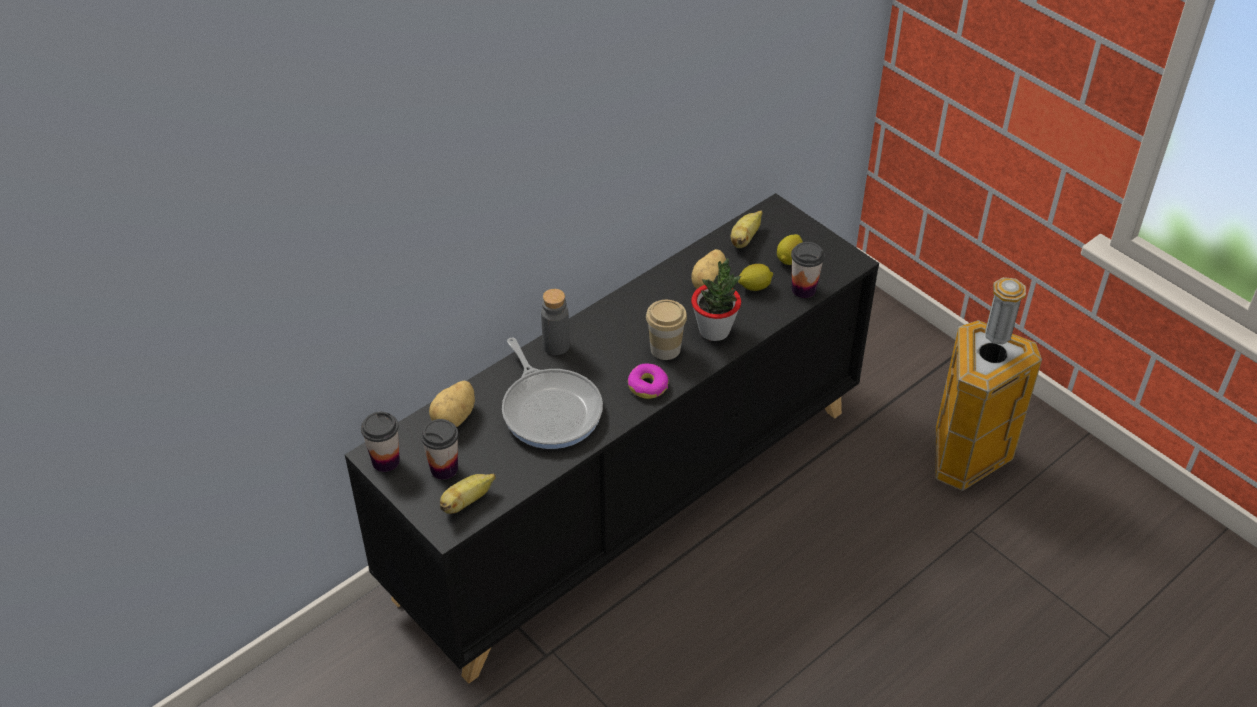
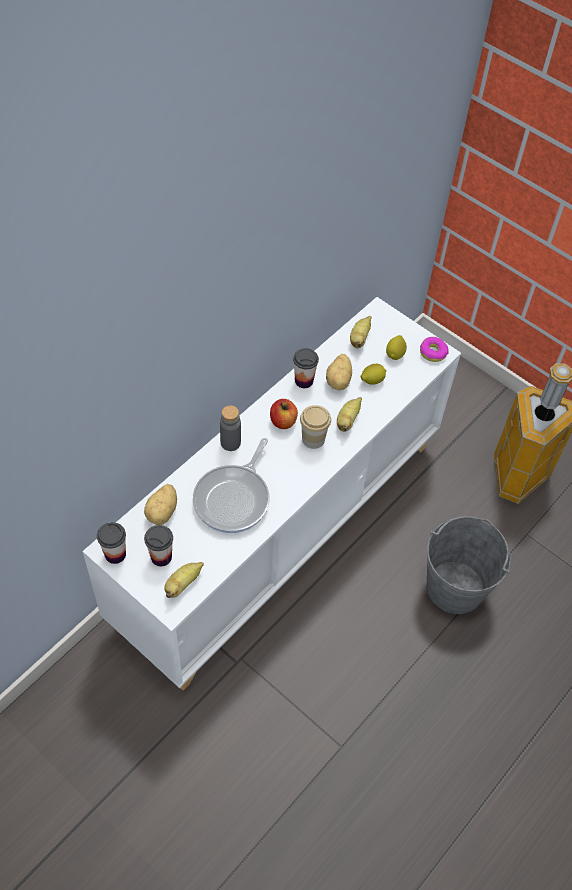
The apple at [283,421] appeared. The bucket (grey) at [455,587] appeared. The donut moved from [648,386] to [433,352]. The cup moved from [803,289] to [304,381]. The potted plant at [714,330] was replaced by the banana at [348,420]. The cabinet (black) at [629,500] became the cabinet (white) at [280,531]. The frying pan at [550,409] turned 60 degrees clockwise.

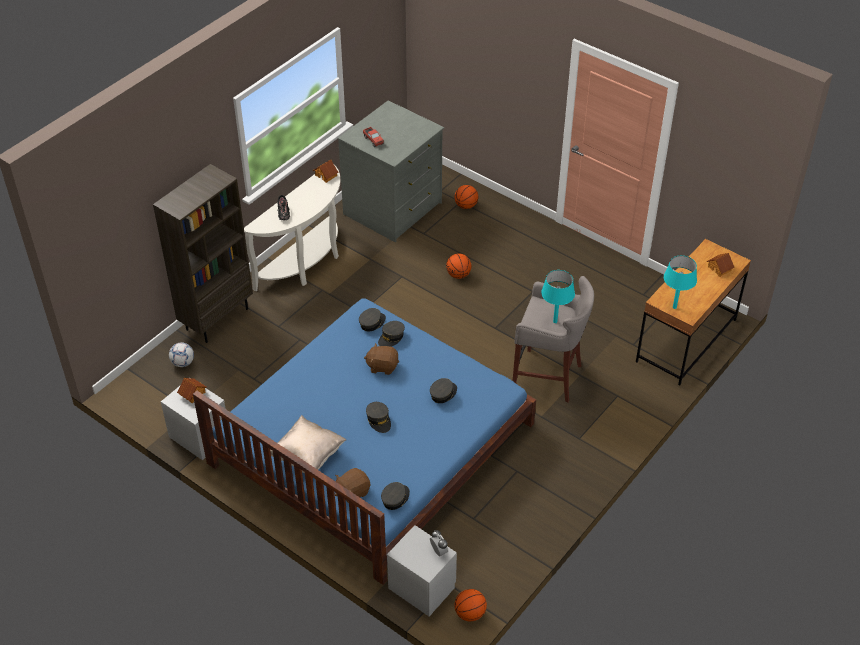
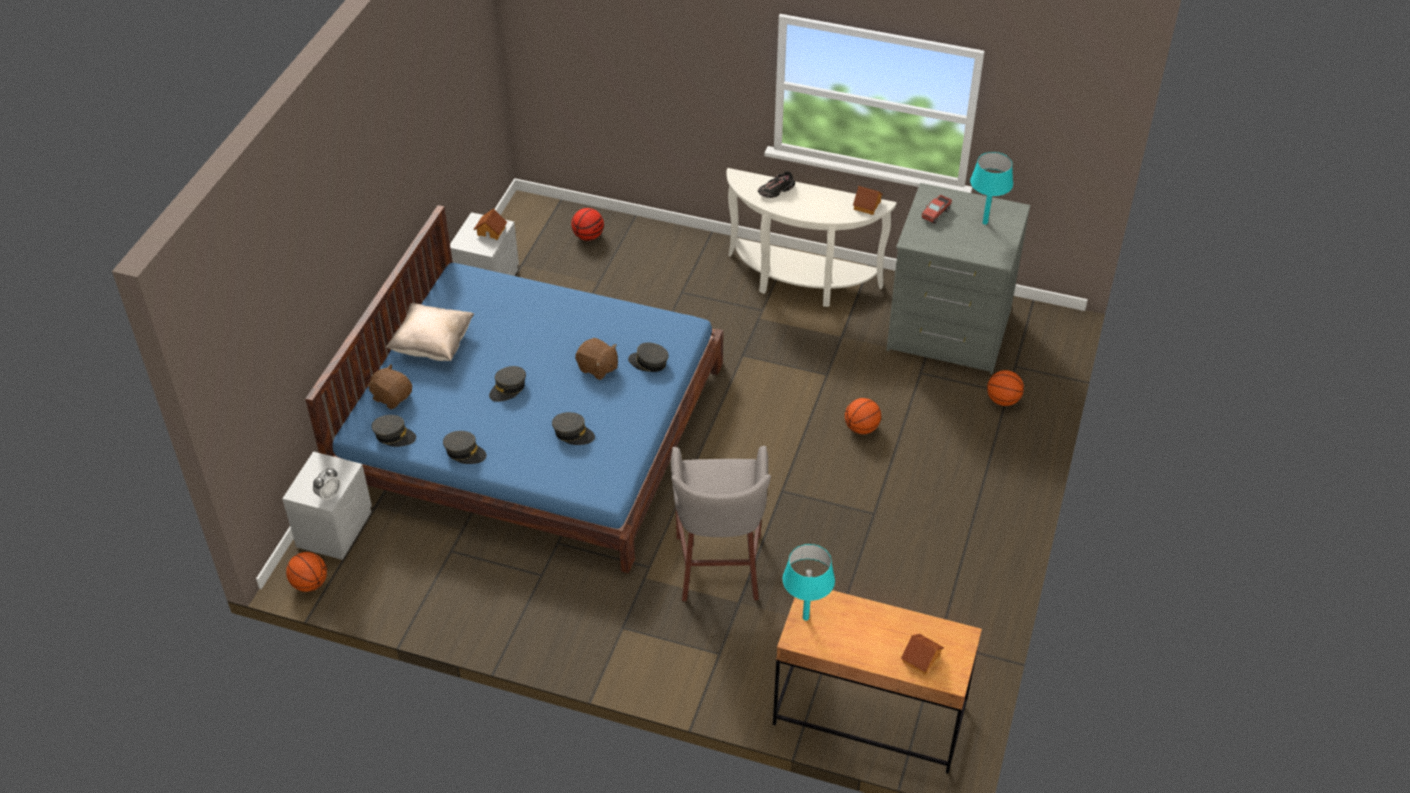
The bookcase (brown) at [217,318] disappeared. The cap (grey) moved from [372,323] to [465,452]. The table lamp (turquoise) moved from [555,321] to [985,222]. The football at [183,363] was replaced by the basketball at [588,236]. The plush toy (brown) at [382,366] turned 135 degrees clockwise.

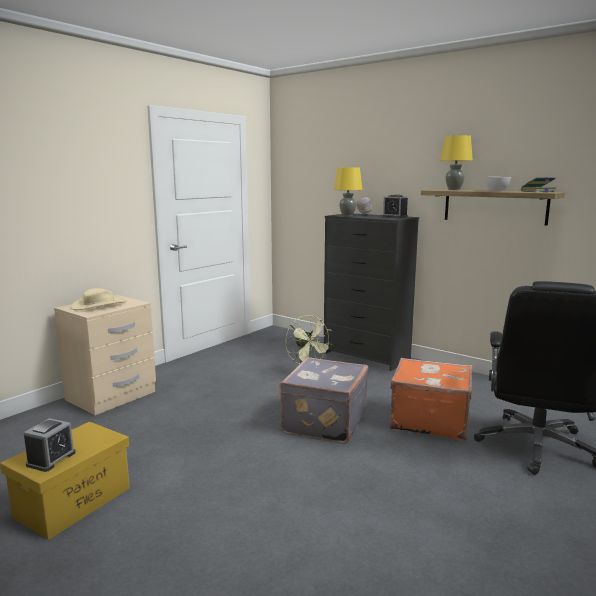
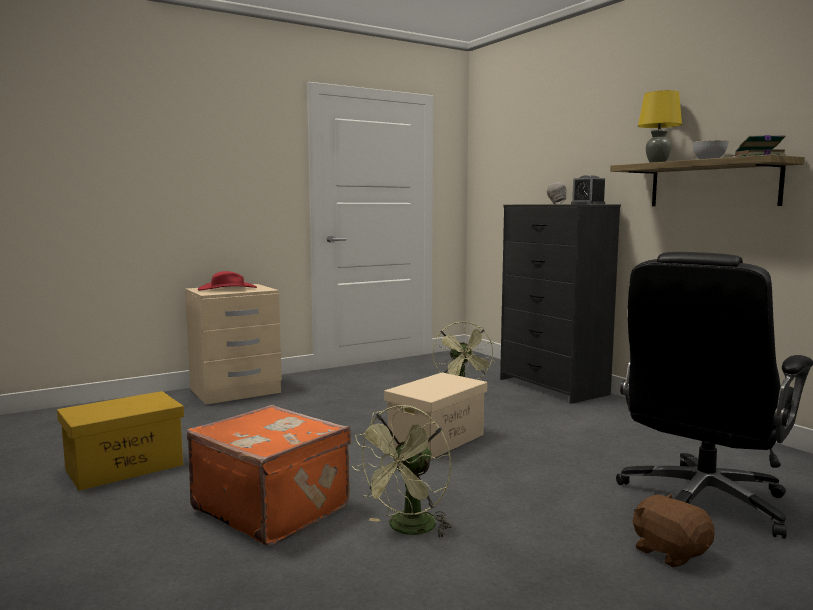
The alarm clock at [51,459] disappeared. The table lamp (yellow) at [347,216] disappeared. The fan (green) at [407,529] appeared. The plush toy (brown) at [670,552] appeared. The suitcase (orange) moved from [429,420] to [273,507]. The suitcase (grey) at [323,422] was replaced by the storage box (beige) at [436,440]. The hat (beige) at [99,305] became the hat (red) at [227,289].

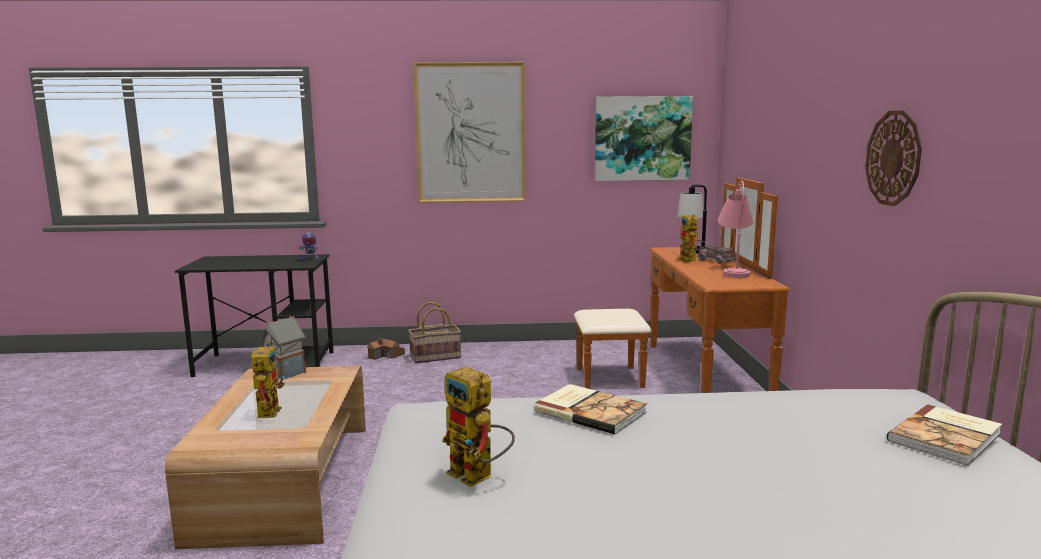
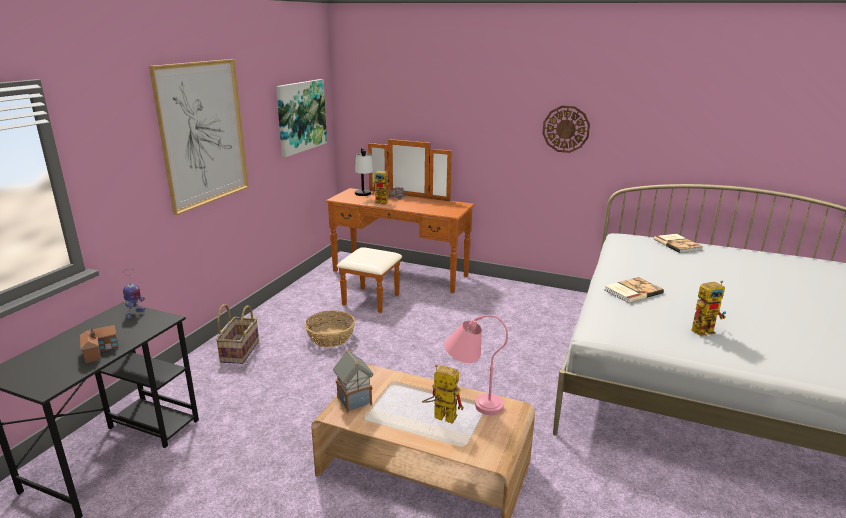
The basket at [331,337] appeared. The toy house moved from [386,355] to [101,349]. The table lamp (pink) moved from [734,271] to [472,399].

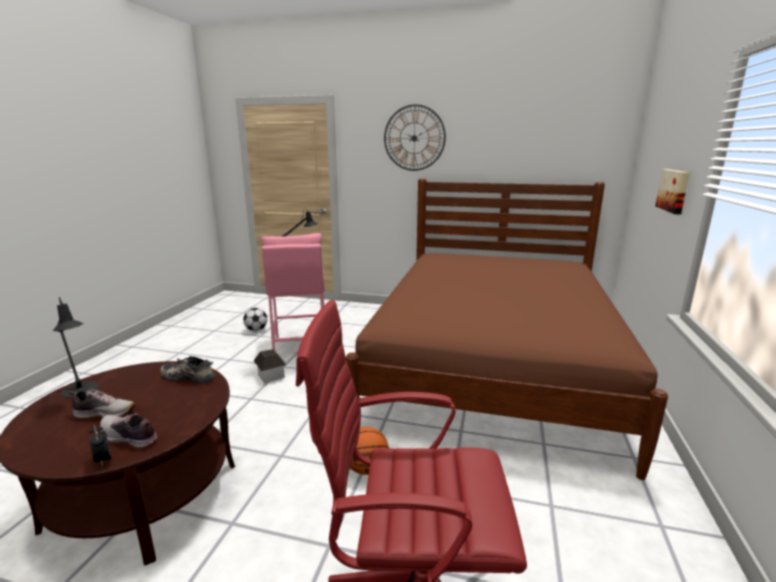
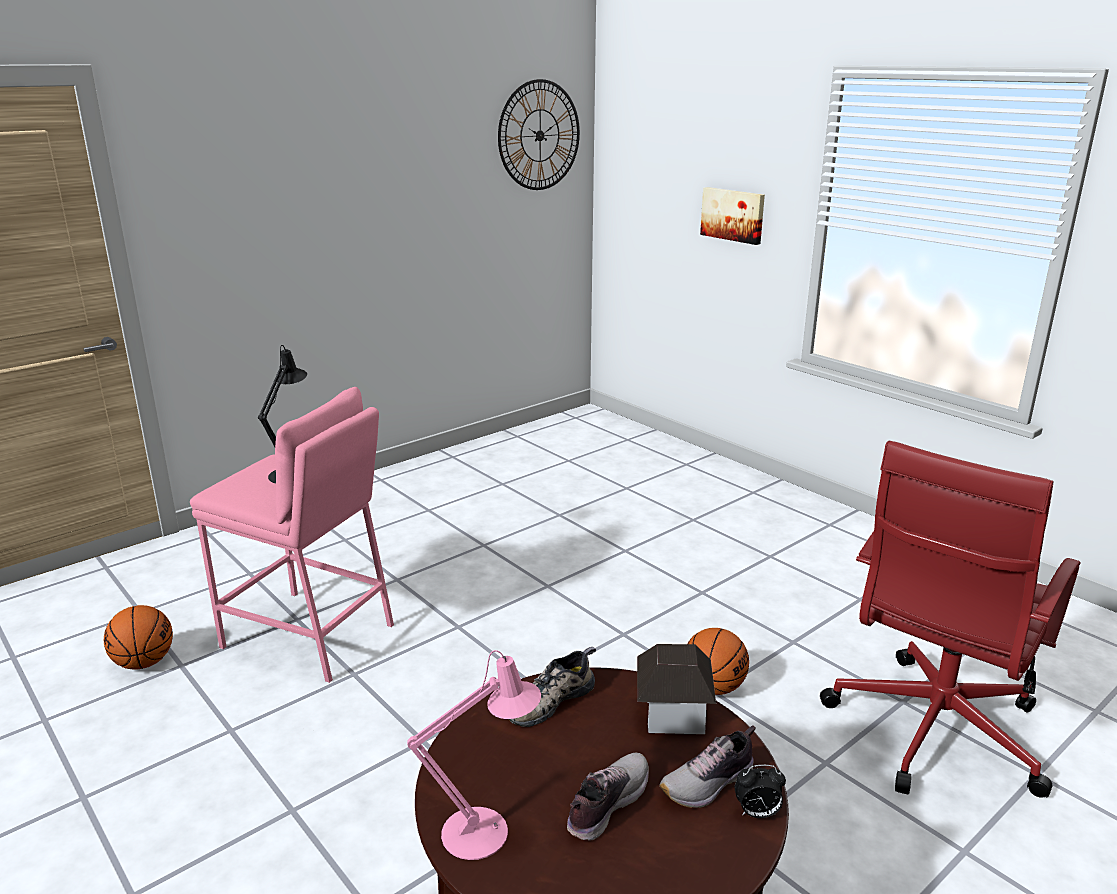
The bed (brown) at [492,366] disappeared. The toy house moved from [271,376] to [673,713]. The wall clock moved from [414,138] to [539,135]. The football at [256,330] was replaced by the basketball at [144,662]. The table lamp (black) at [81,391] became the table lamp (pink) at [485,831].

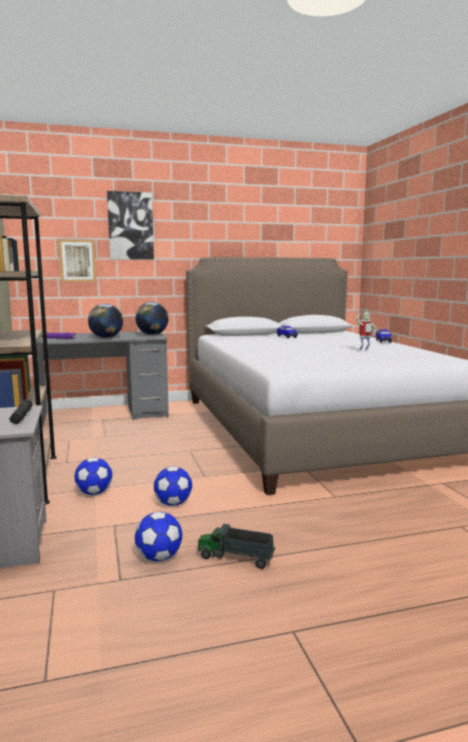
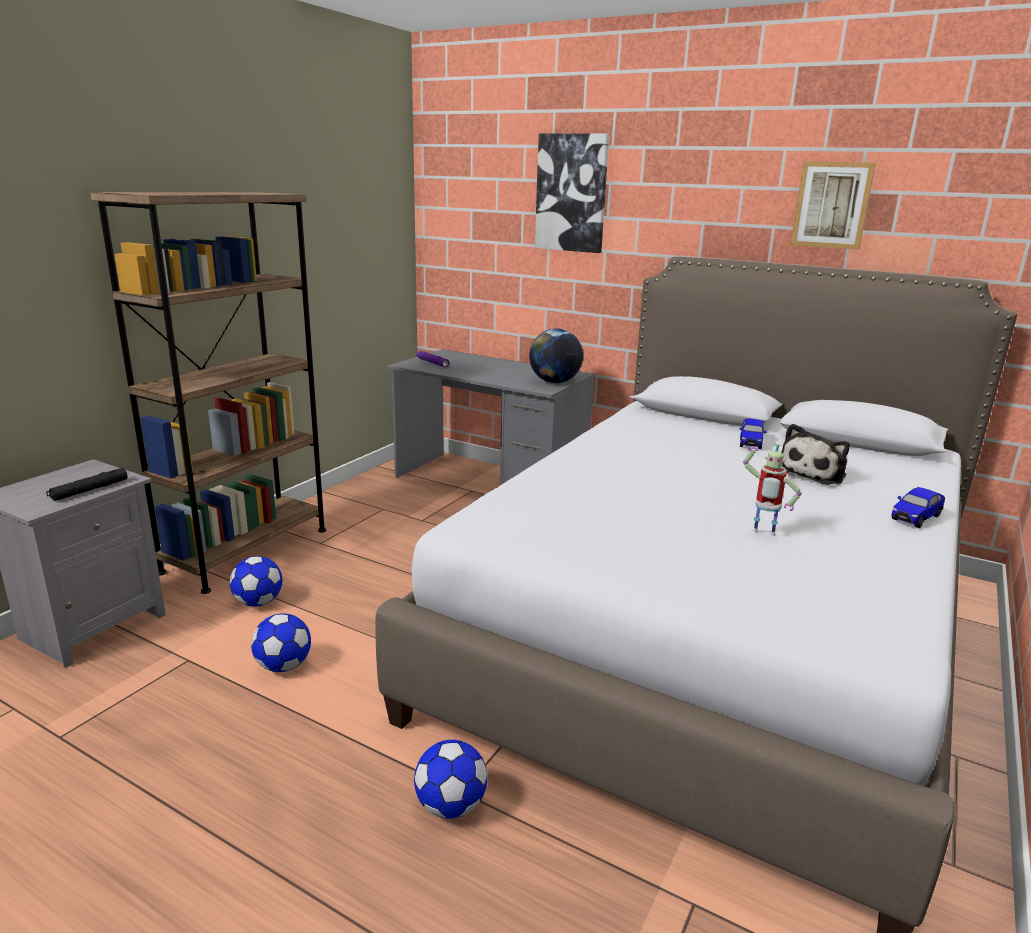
The globe at [106,338] disappeared. The toy truck at [236,558] disappeared. The plush toy at [814,473] appeared. The picture moved from [77,261] to [832,205]. The football moved from [159,557] to [451,806].

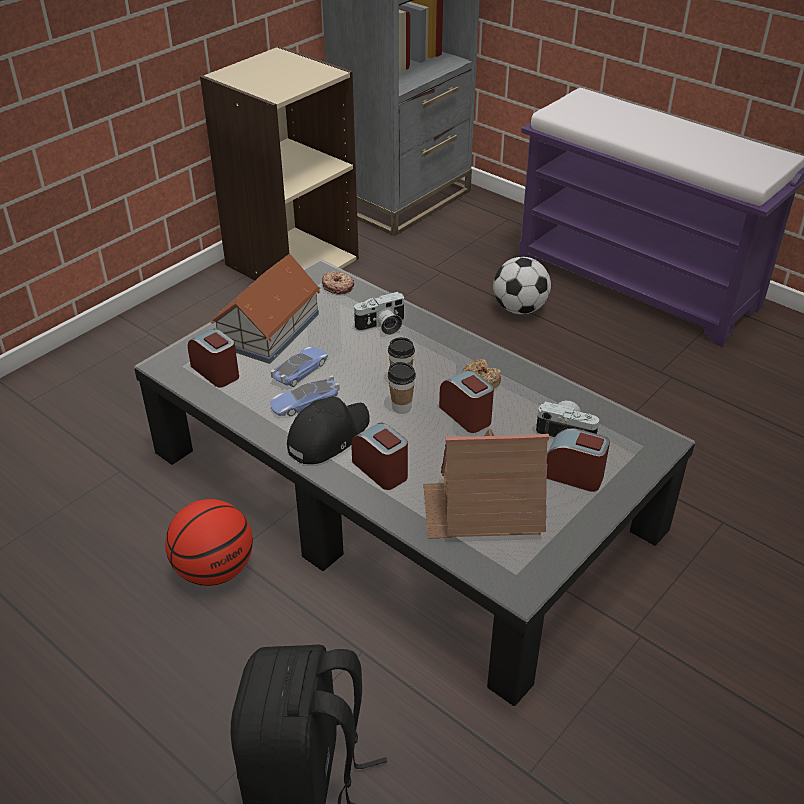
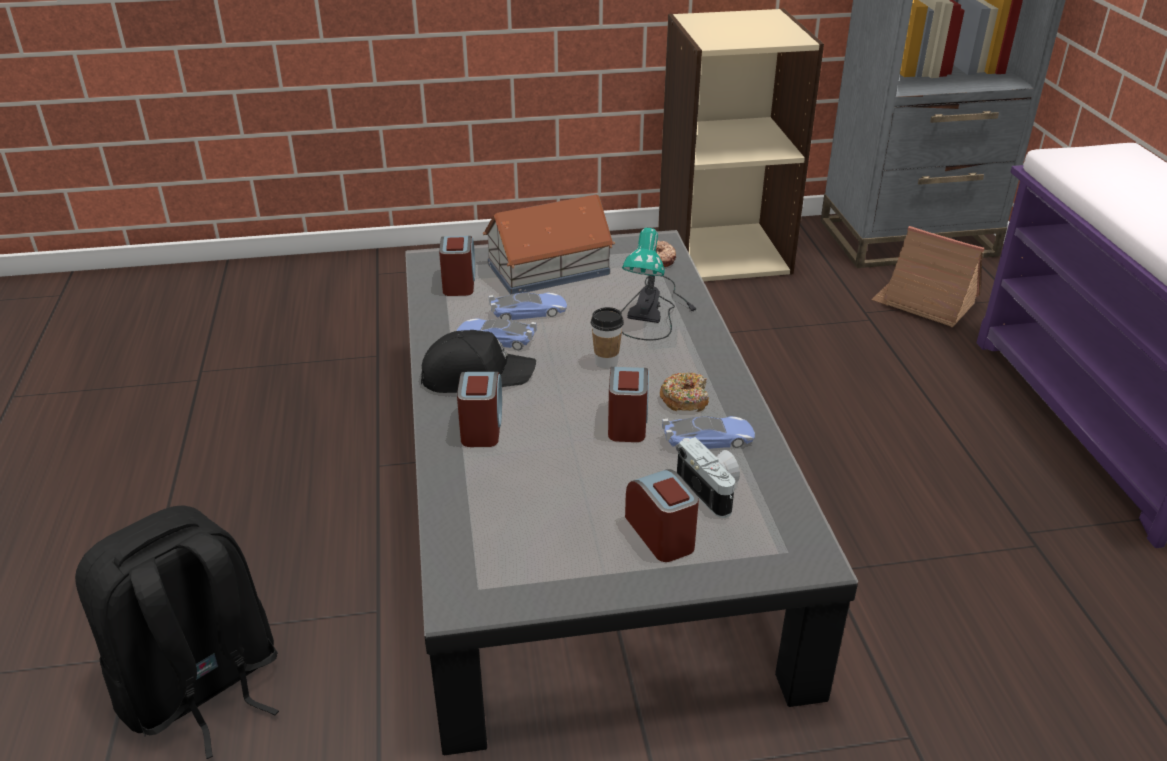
The basketball at [214,569] disappeared. The cup at [401,407] disappeared. The football at [520,309] disappeared. The toy car at [708,440] appeared. The toy house moved from [483,509] to [924,302]. The photo camera at [382,327] was replaced by the table lamp at [653,309].

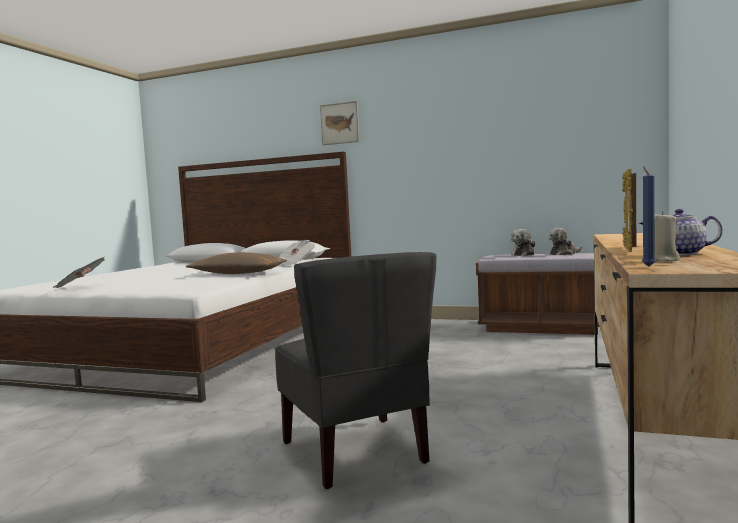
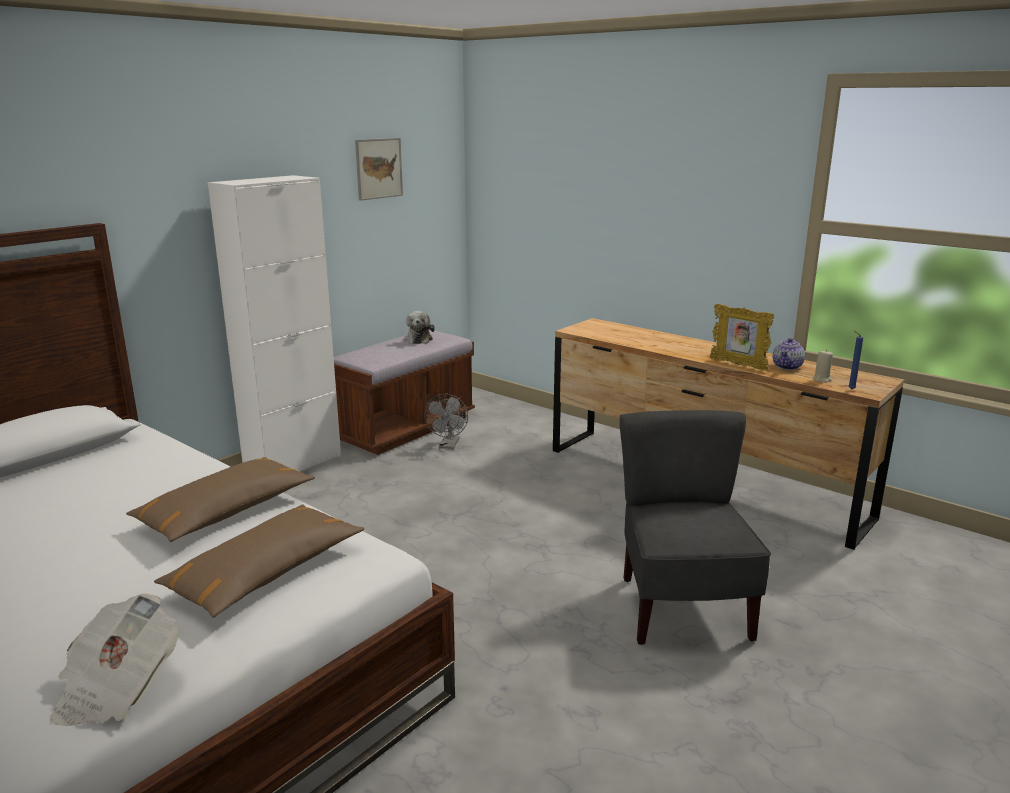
The newspaper at [294,264] disappeared. The plush toy at [524,254] disappeared. The pillow (brown) at [266,573] appeared. The cabinet (white) at [293,464] appeared. The fan (grey) at [448,445] appeared. The picture moved from [339,123] to [379,168]. The chair (grey) at [355,452] turned 90 degrees counterclockwise.

